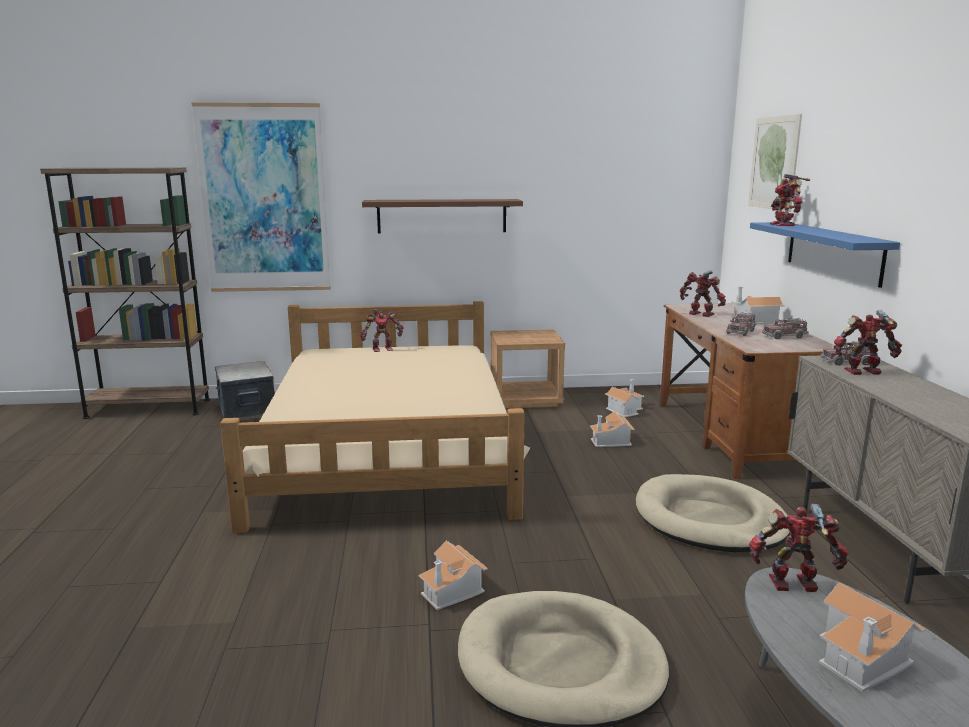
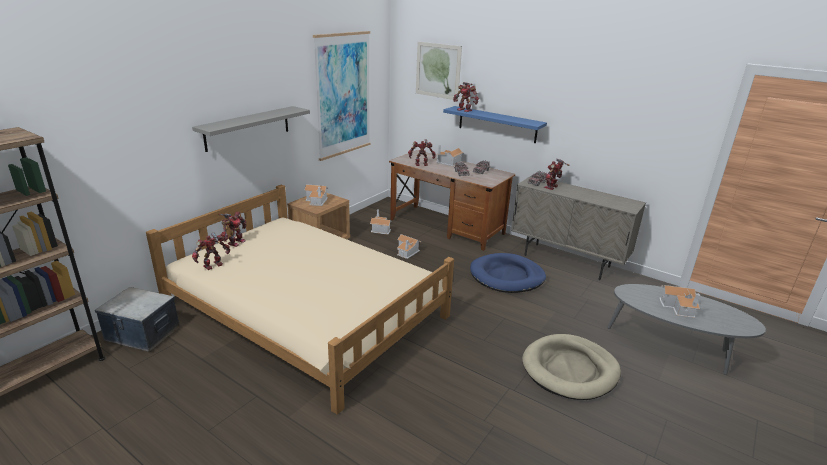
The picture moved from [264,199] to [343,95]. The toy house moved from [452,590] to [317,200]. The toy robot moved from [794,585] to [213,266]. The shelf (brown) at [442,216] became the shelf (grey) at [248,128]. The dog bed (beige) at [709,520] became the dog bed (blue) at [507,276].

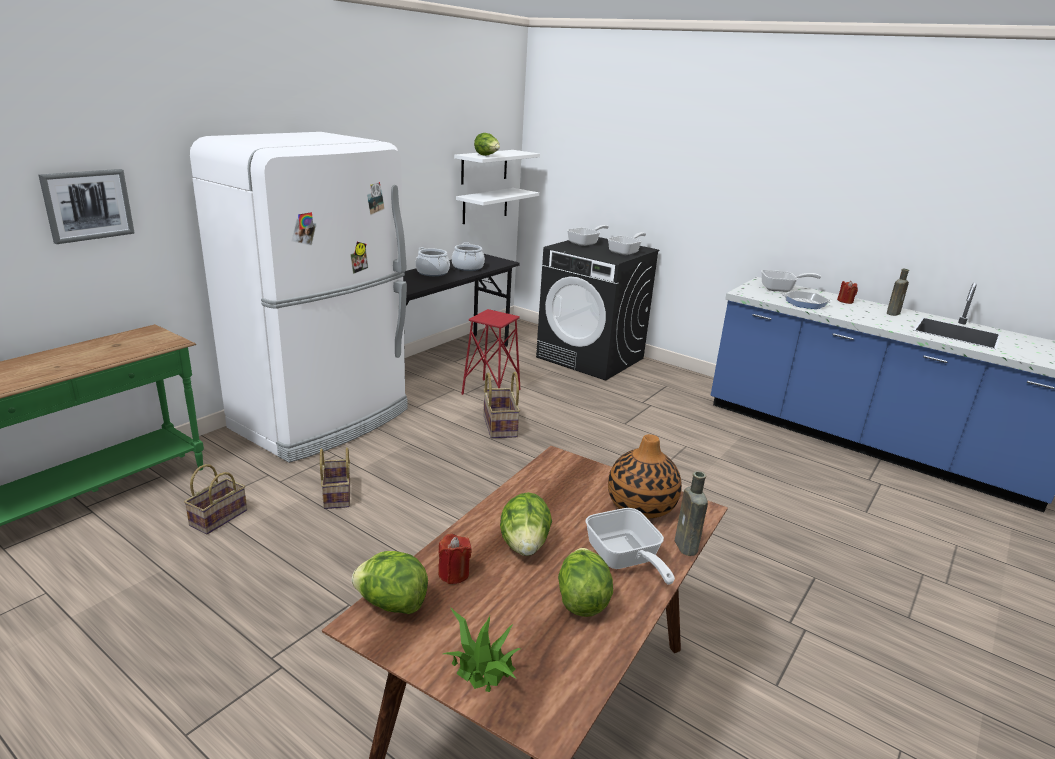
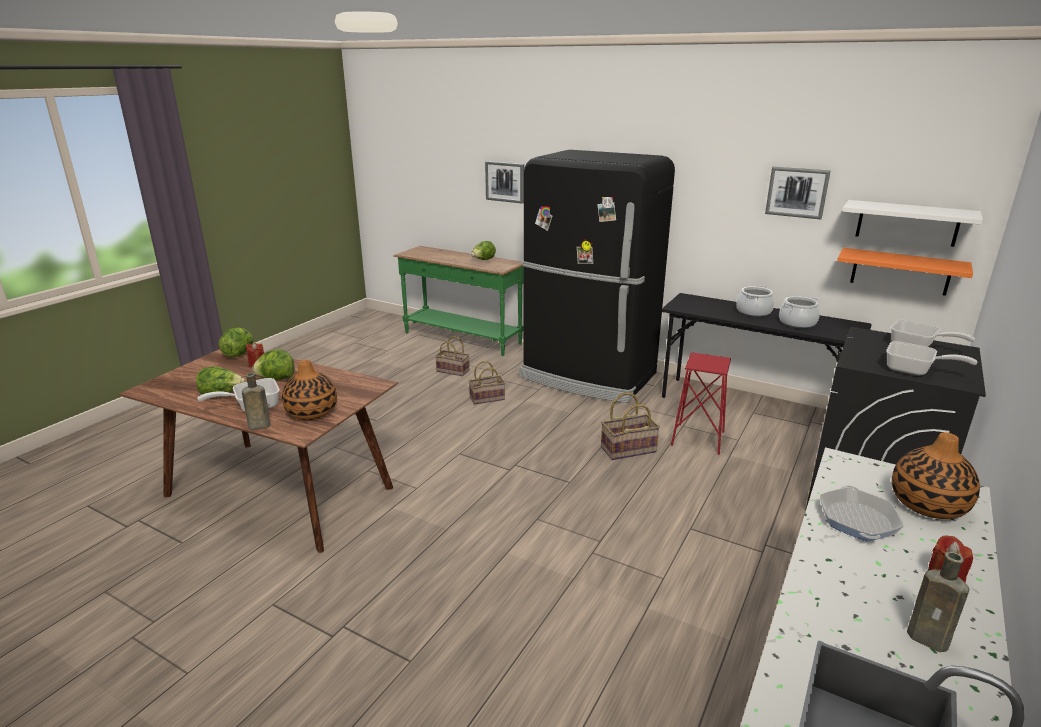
The potted plant at [482,665] disappeared. The picture at [797,192] appeared. The lettuce moved from [487,156] to [483,260]. The frying pan at [781,289] was replaced by the vase at [927,505]. The fridge (white) at [324,419] became the fridge (black) at [588,376]. The shelf (white) at [485,205] became the shelf (orange) at [900,271].

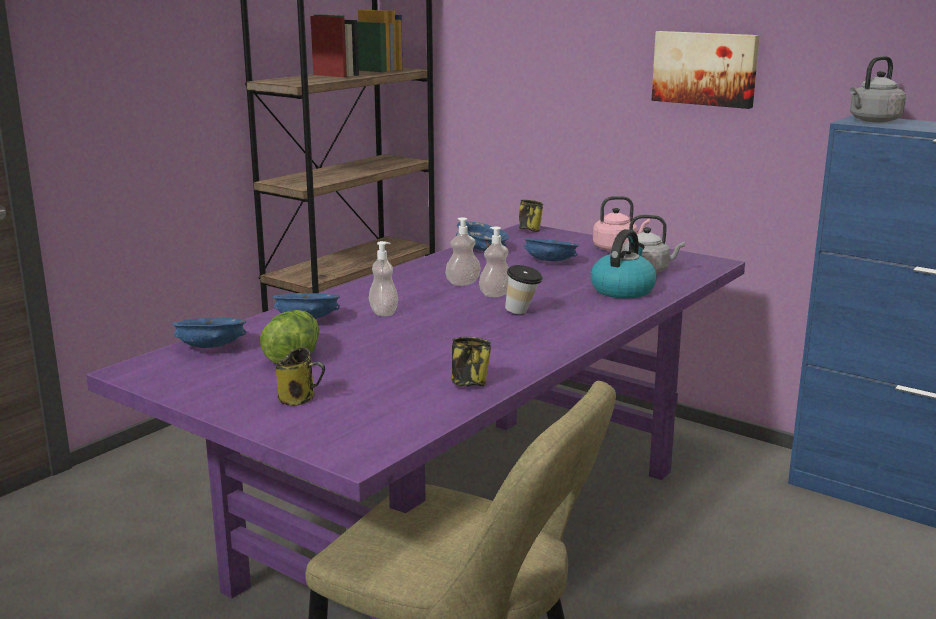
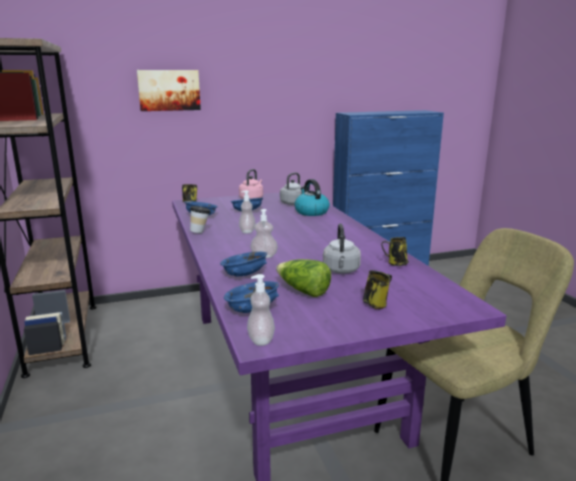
The soap dispenser moved from [495,294] to [261,340]. The cup moved from [522,312] to [200,232]. The picture moved from [705,68] to [169,90]. The kettle (grey) moved from [873,121] to [341,270].

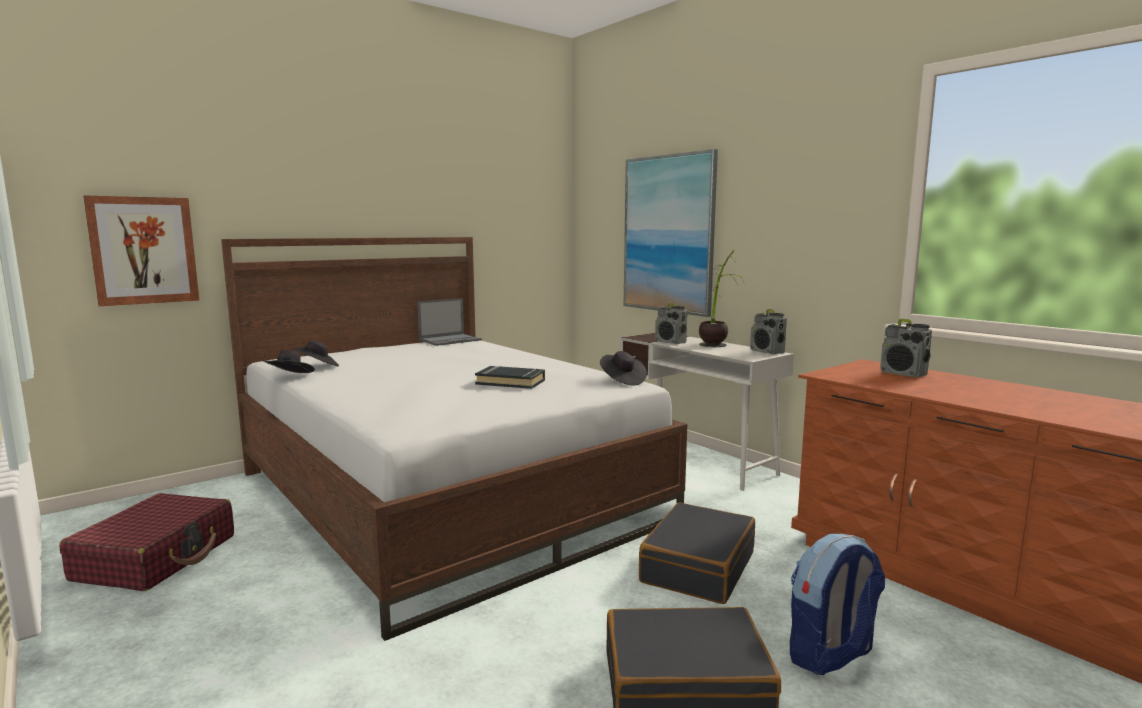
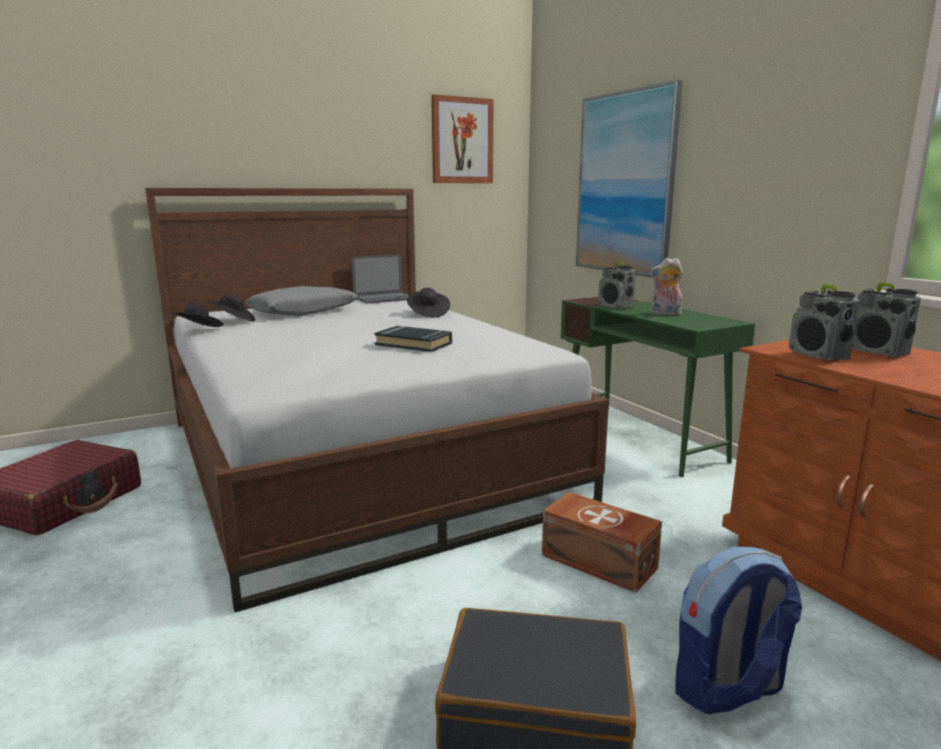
The pillow (grey) at [303,312] appeared. The picture moved from [144,250] to [462,141]. The hat (black) moved from [622,380] to [428,314]. The radio moved from [767,352] to [818,355]. The suitcase (black) at [697,567] was replaced by the storage box (brown) at [599,562]. The potted plant at [716,347] was replaced by the plush toy at [665,314]. The desk (white) at [697,460] became the desk (green) at [639,438].

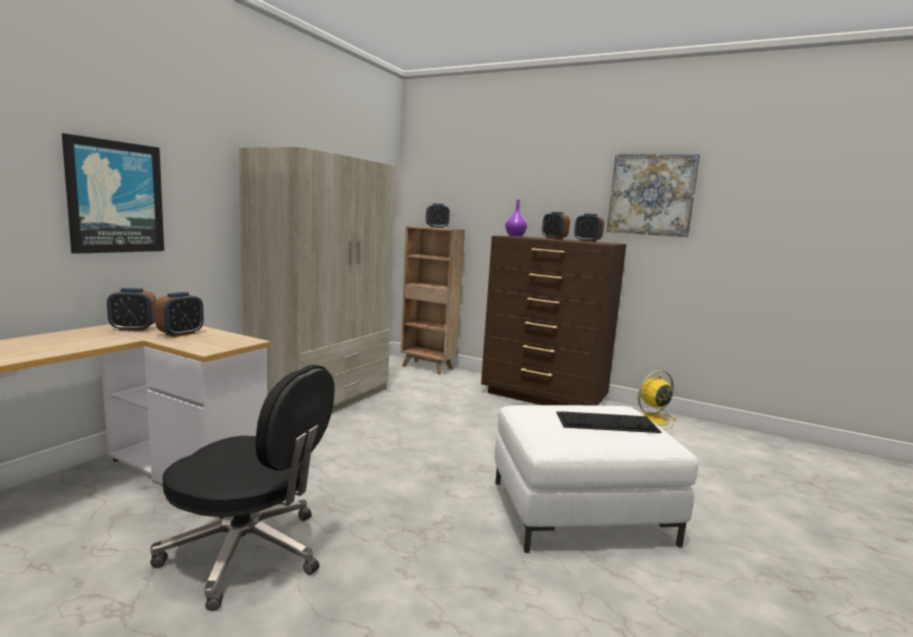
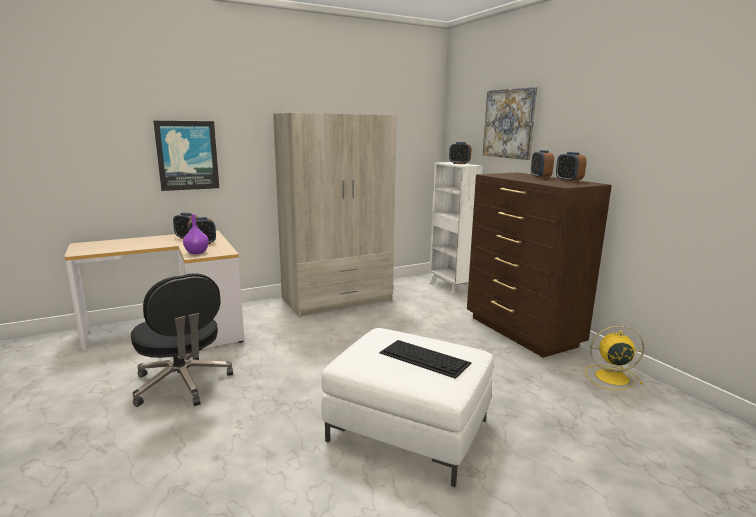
The vase (purple) moved from [514,236] to [197,252]. The picture moved from [651,195] to [509,123]. The bookcase (brown) at [428,367] became the bookcase (white) at [450,287].

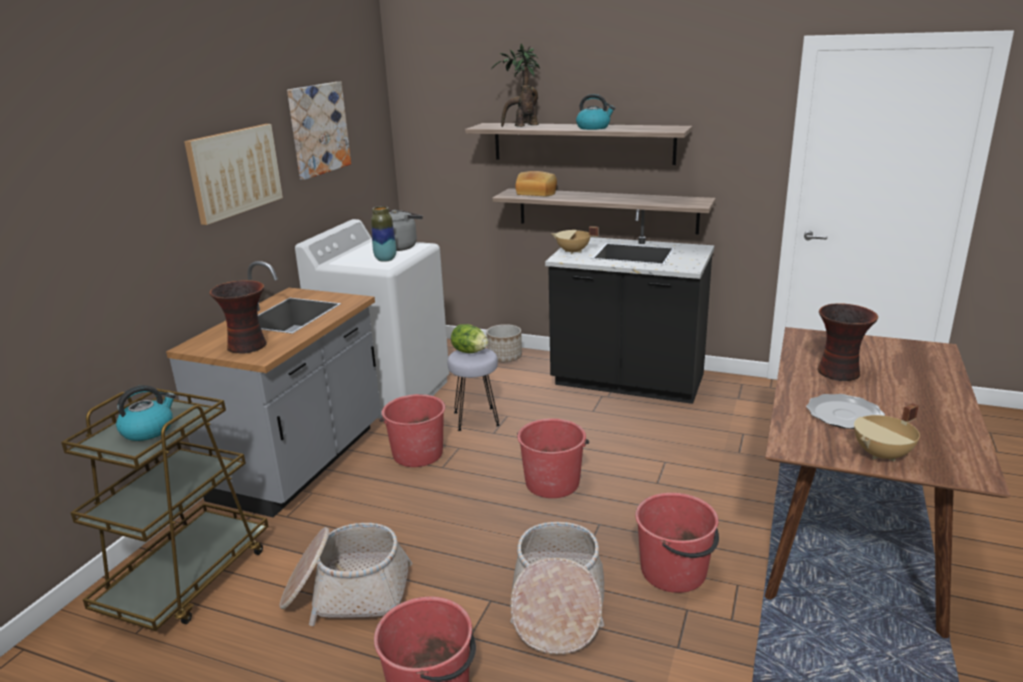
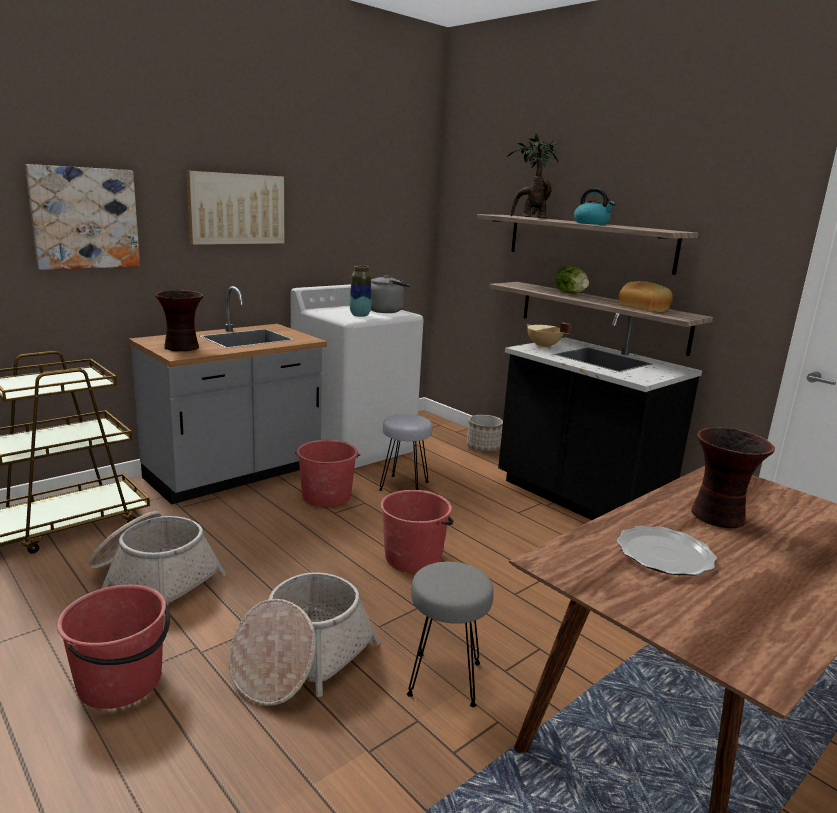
The kettle at [148,430] disappeared. The cooking pot (beige) at [883,455] disappeared. The picture moved from [318,129] to [85,218]. The lettuce moved from [469,352] to [570,293]. The bread moved from [537,193] to [644,308]. The bucket (red) at [674,571] was replaced by the stool (grey) at [444,680].

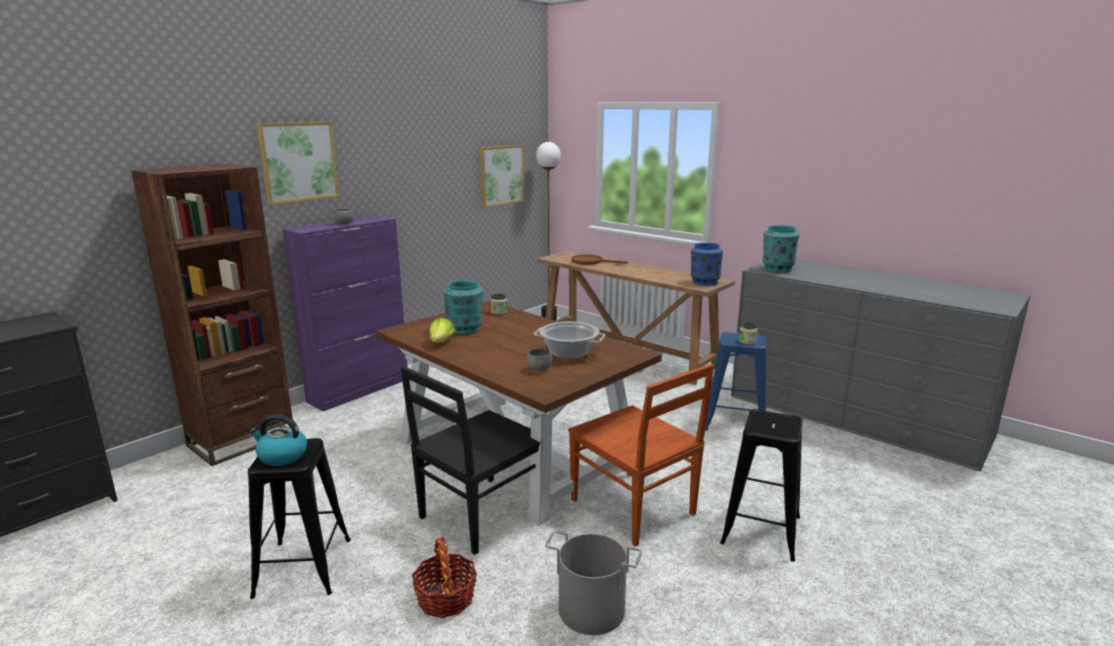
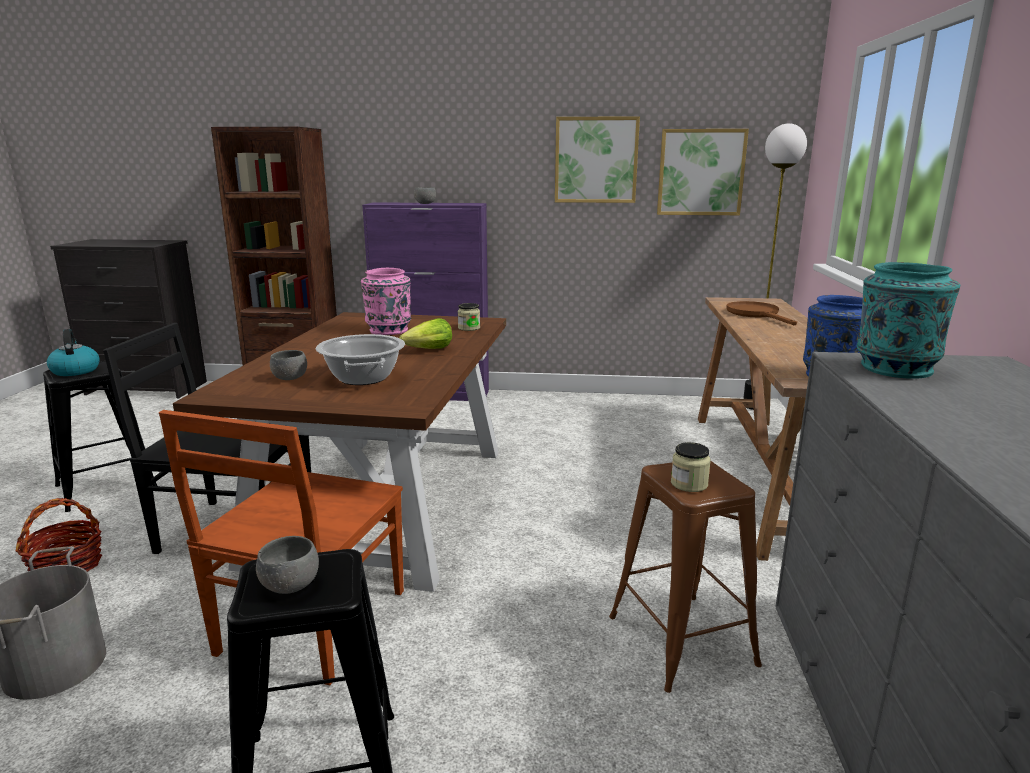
The bowl (grey) at [290,586] appeared. The picture moved from [298,161] to [596,160]. The lettuce moved from [441,342] to [429,350]. The vase (turquoise) at [465,329] became the vase (pink) at [388,331]. The stool (blue) at [735,422] became the stool (brown) at [681,640].

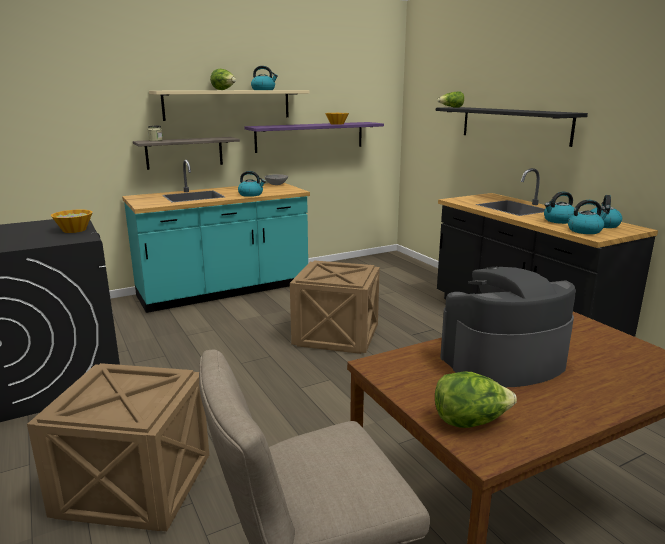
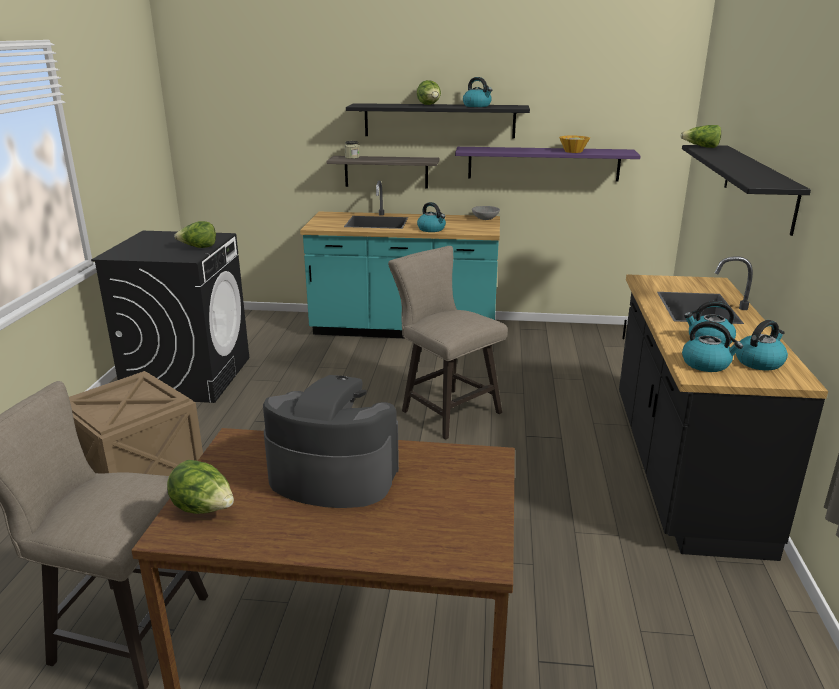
The bowl at [74,230] was replaced by the lettuce at [198,248]. The crate at [335,335] was replaced by the stool (beige) at [445,410]. The shelf (beige) at [228,104] became the shelf (black) at [439,120].

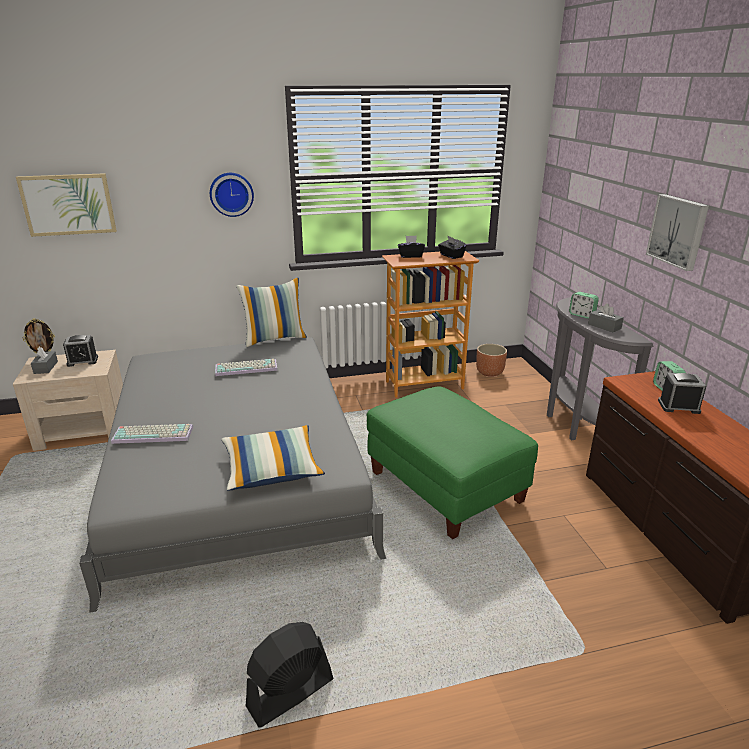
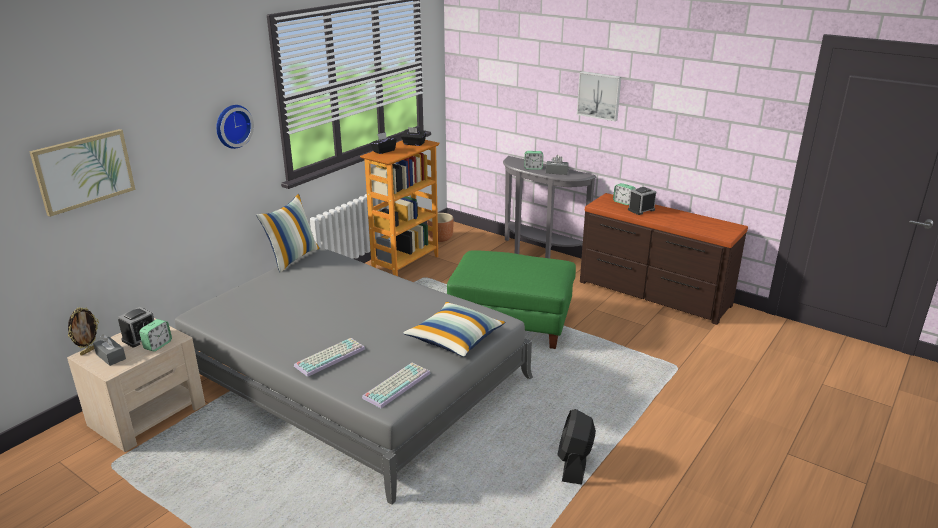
The alarm clock at [158,345] appeared. The keyboard moved from [247,368] to [396,384].

